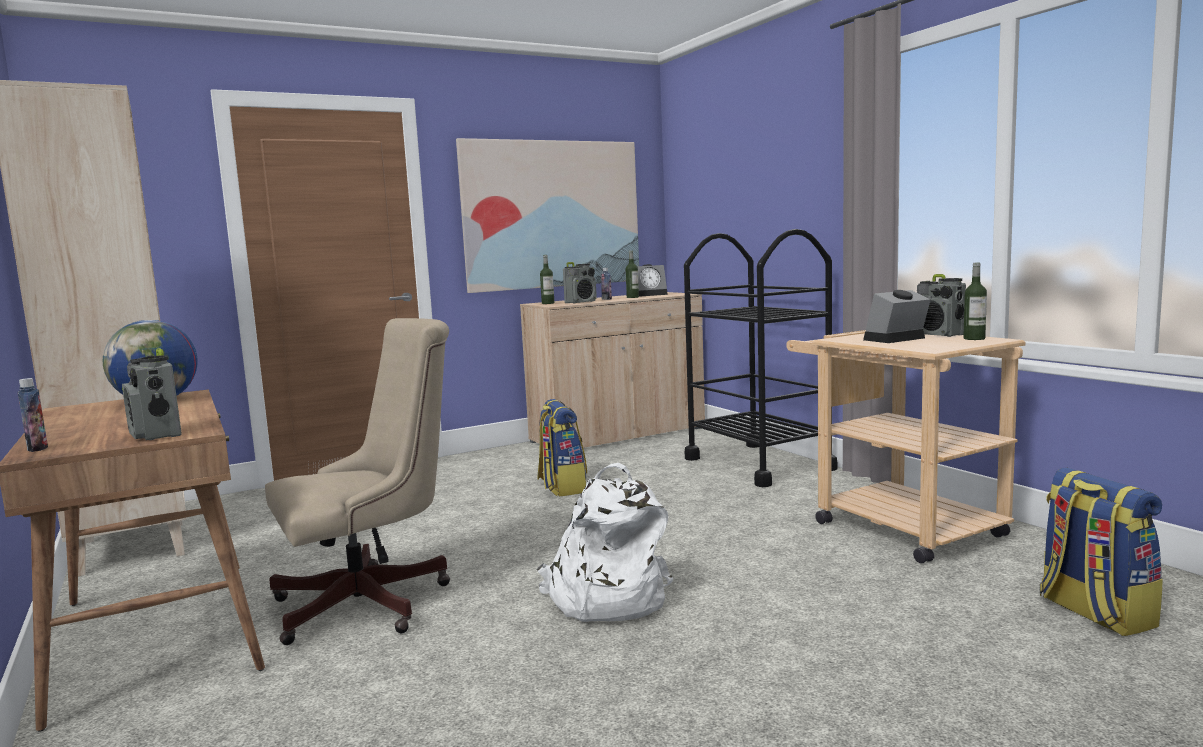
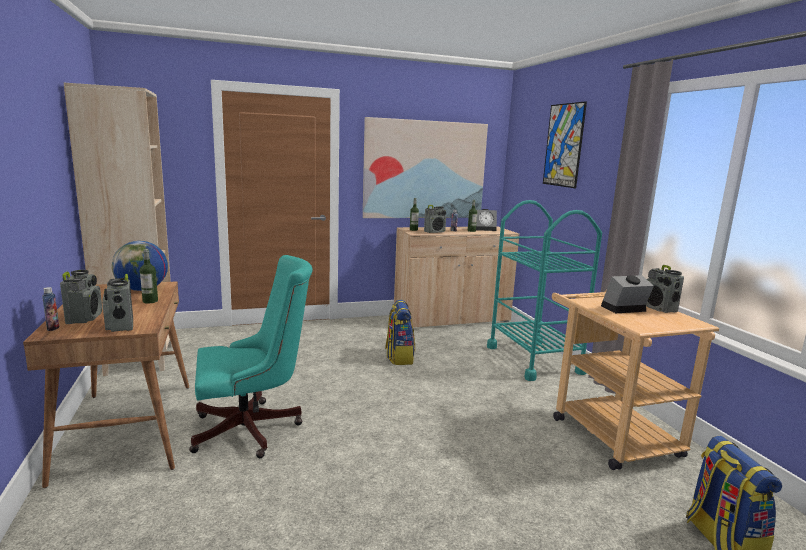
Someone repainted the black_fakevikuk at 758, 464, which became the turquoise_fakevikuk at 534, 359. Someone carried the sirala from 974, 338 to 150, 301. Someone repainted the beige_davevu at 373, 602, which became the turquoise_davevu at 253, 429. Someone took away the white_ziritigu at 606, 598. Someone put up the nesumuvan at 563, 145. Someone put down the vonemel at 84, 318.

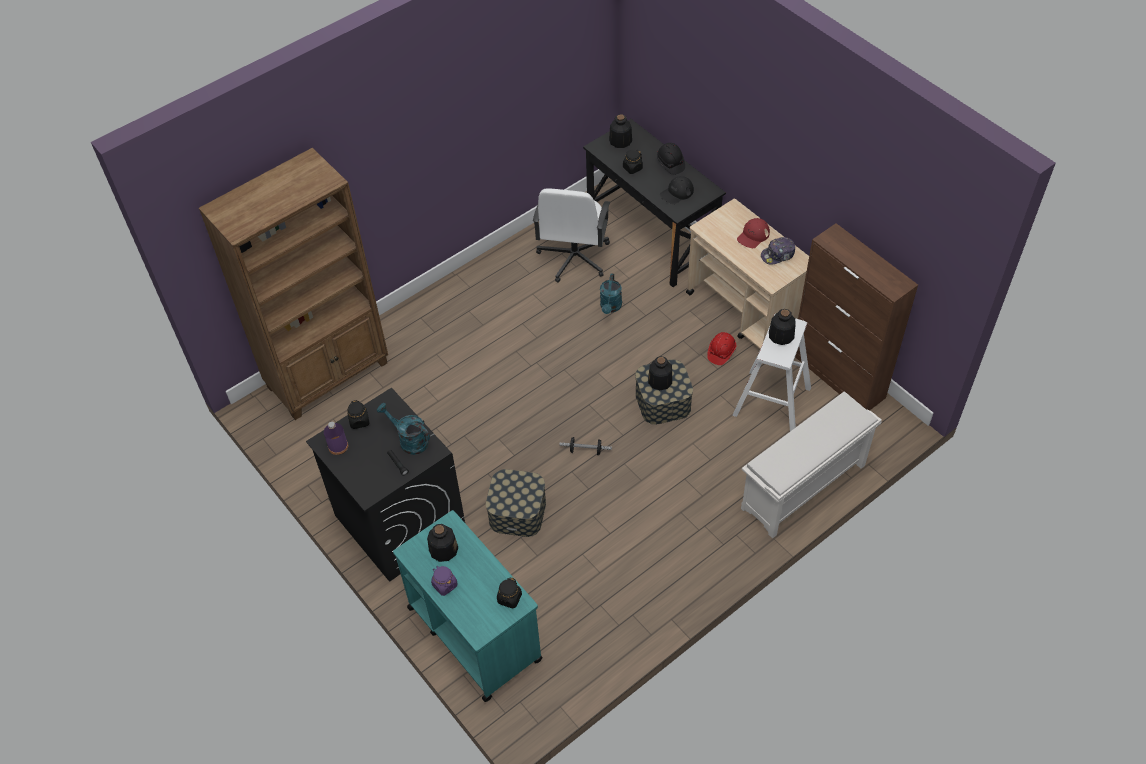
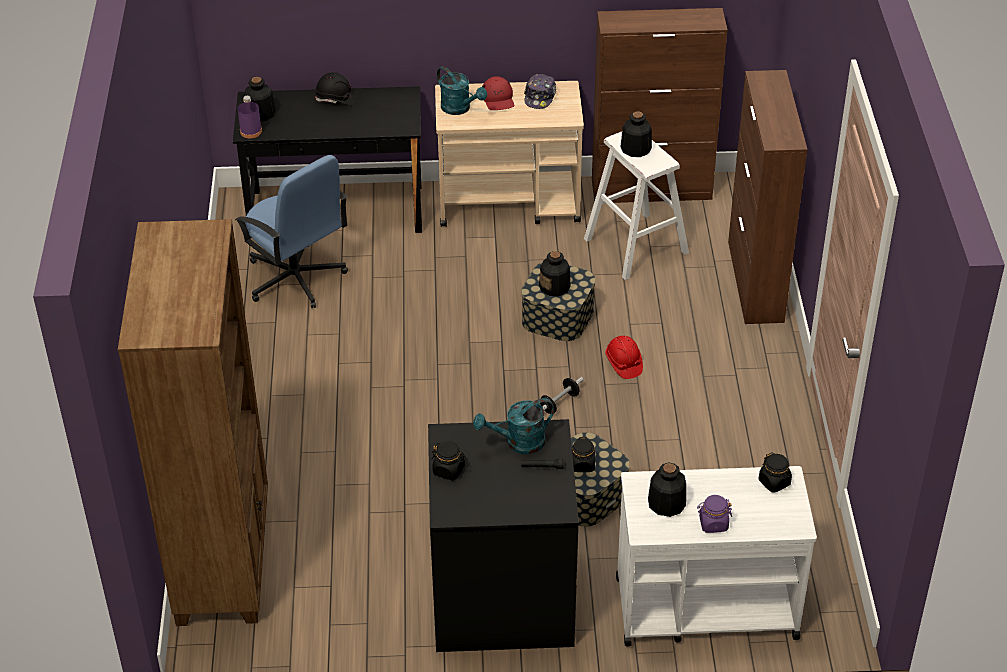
Someone carried the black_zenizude from 632, 168 to 582, 465. Someone took away the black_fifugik at 676, 193. Someone repainted the white_davevu at 573, 257, which became the blue_davevu at 295, 279. Someone carried the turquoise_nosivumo from 610, 307 to 460, 109. Someone carried the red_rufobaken from 721, 352 to 623, 364. Someone swapped the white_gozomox at 803, 488 for the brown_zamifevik at 755, 282. Someone carried the purple_sirala from 338, 446 to 251, 131. Someone repainted the turquoise_fakevikuk at 473, 632, which became the white_fakevikuk at 704, 607.

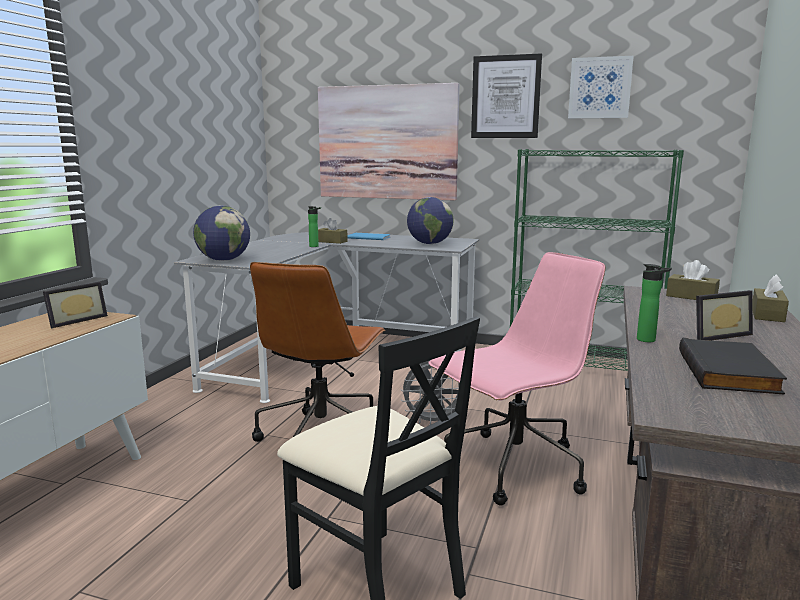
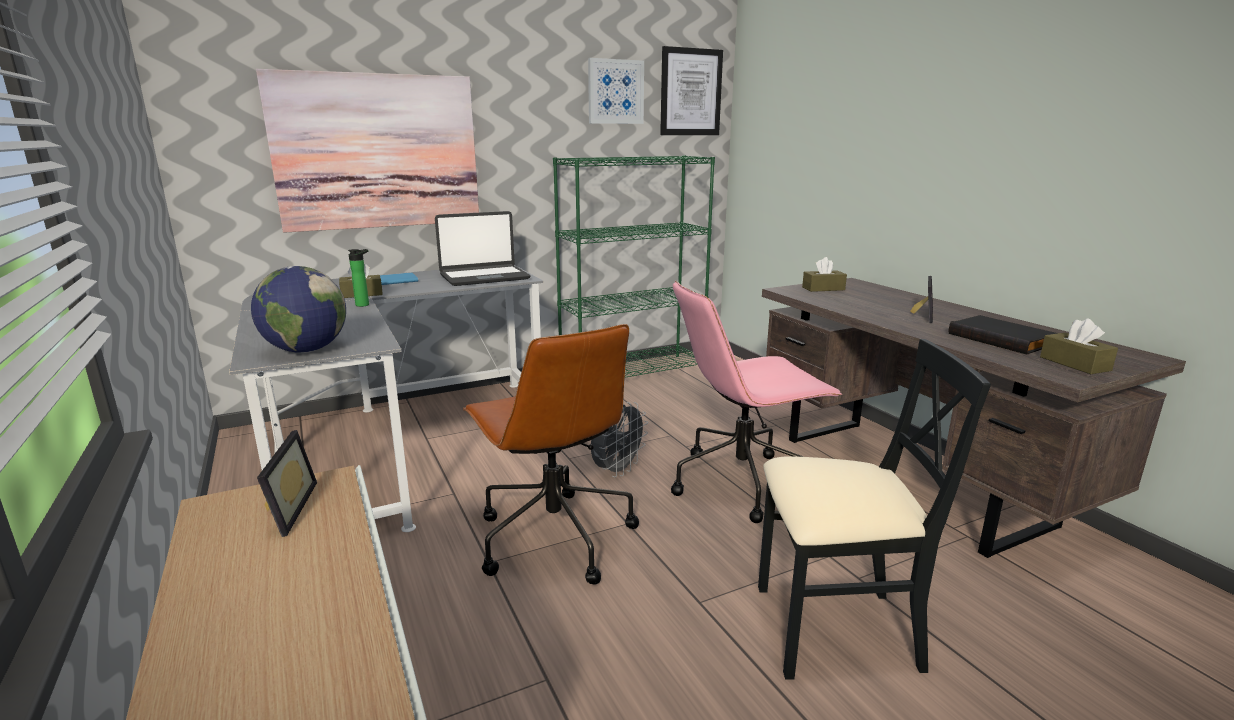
Someone carried the nesumuvan from 505, 97 to 690, 92. Someone swapped the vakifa at 429, 243 for the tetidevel at 484, 277. Someone rotated the pink_davevu at 513, 469 by 120 degrees counterclockwise. Someone took away the sirala at 649, 340. Someone carried the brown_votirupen from 767, 314 to 1074, 364.

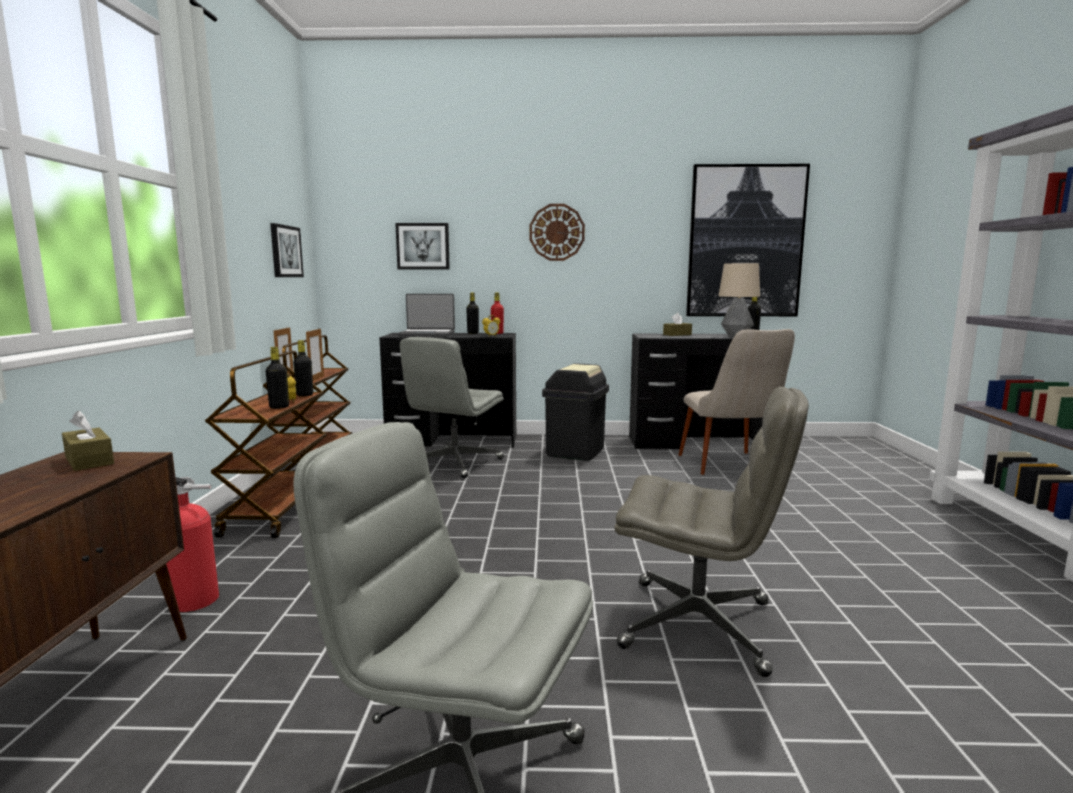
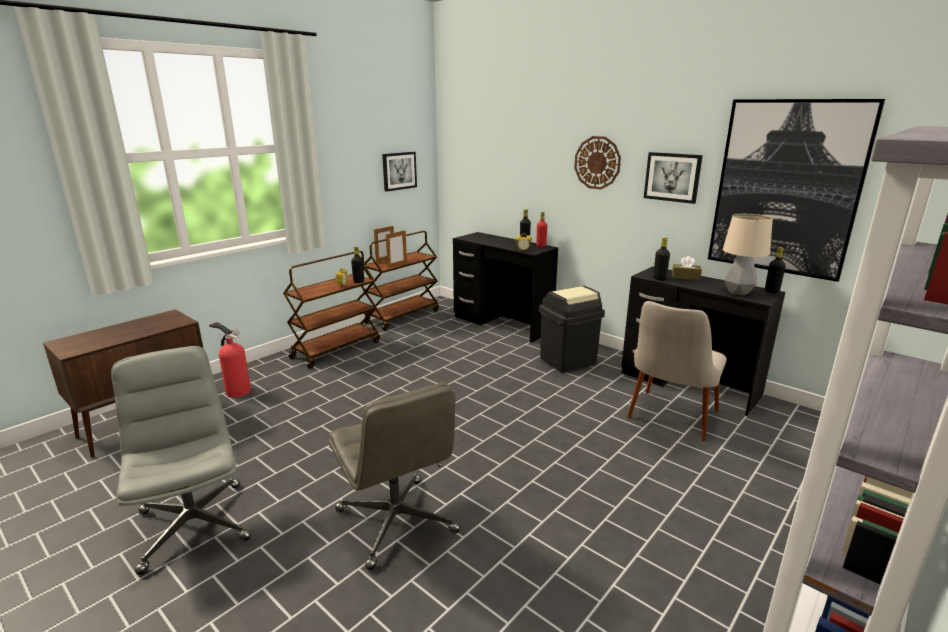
Someone carried the nesumuvan from 423, 246 to 672, 177. Someone took away the tetidevel at 427, 334. Someone took away the grey_davevu at 454, 463. Someone carried the black_sirala from 279, 407 to 659, 279. Someone took away the brown_votirupen at 89, 460.

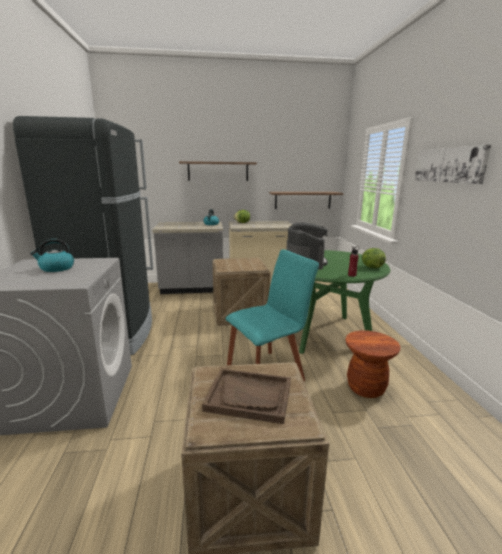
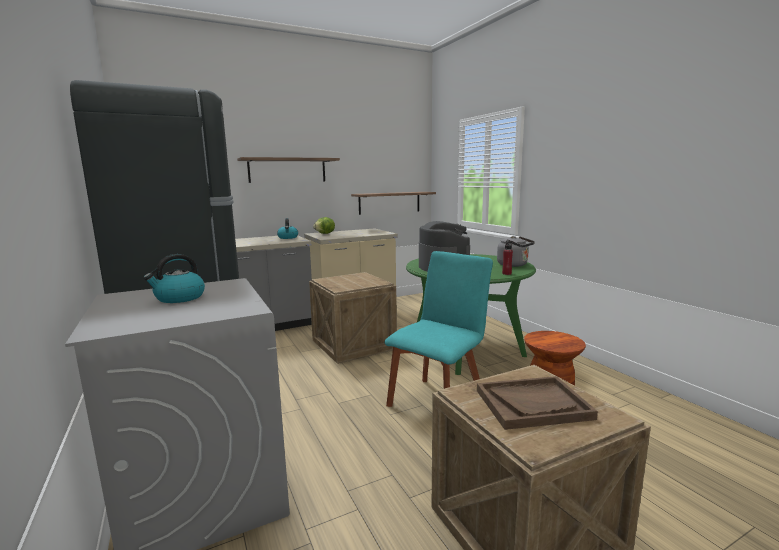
Someone took away the nesumuvan at 449, 165. Someone swapped the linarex at 371, 267 for the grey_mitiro at 514, 265.

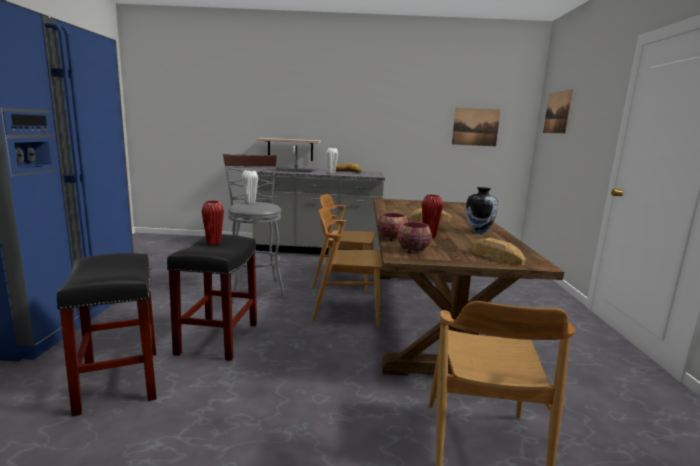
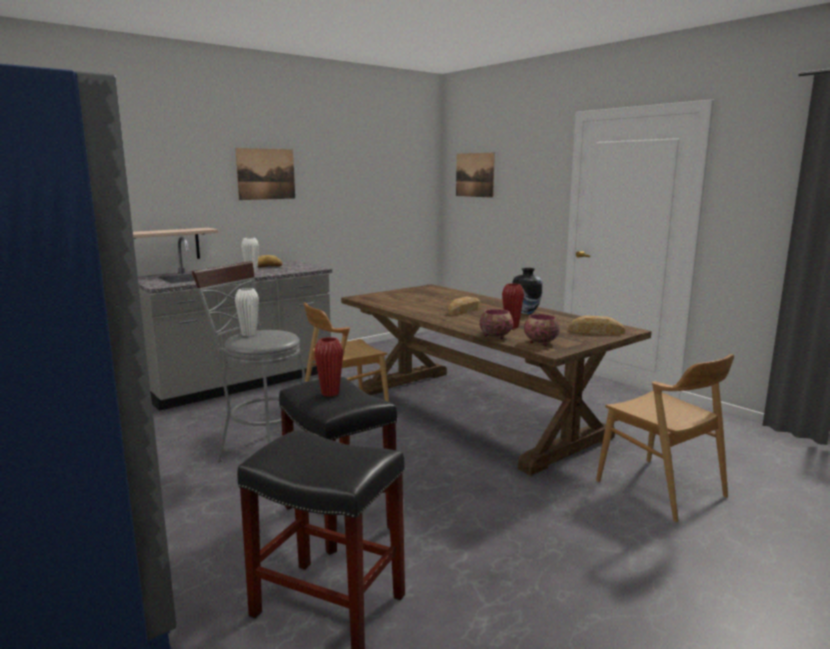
Someone carried the nesumuvan from 475, 127 to 266, 174. Someone took away the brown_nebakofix at 347, 311.

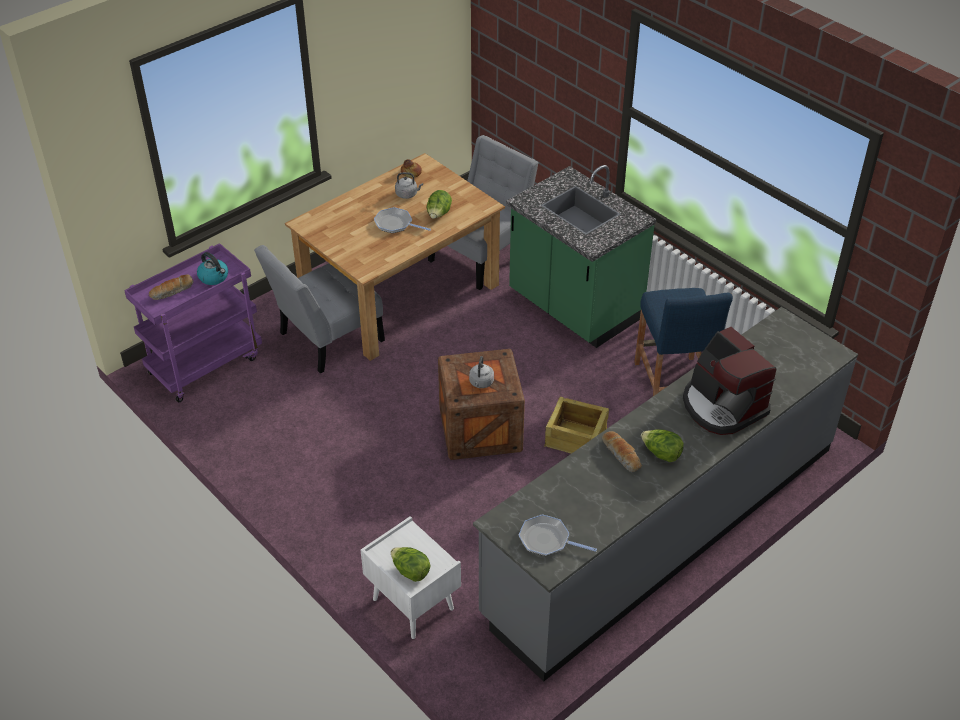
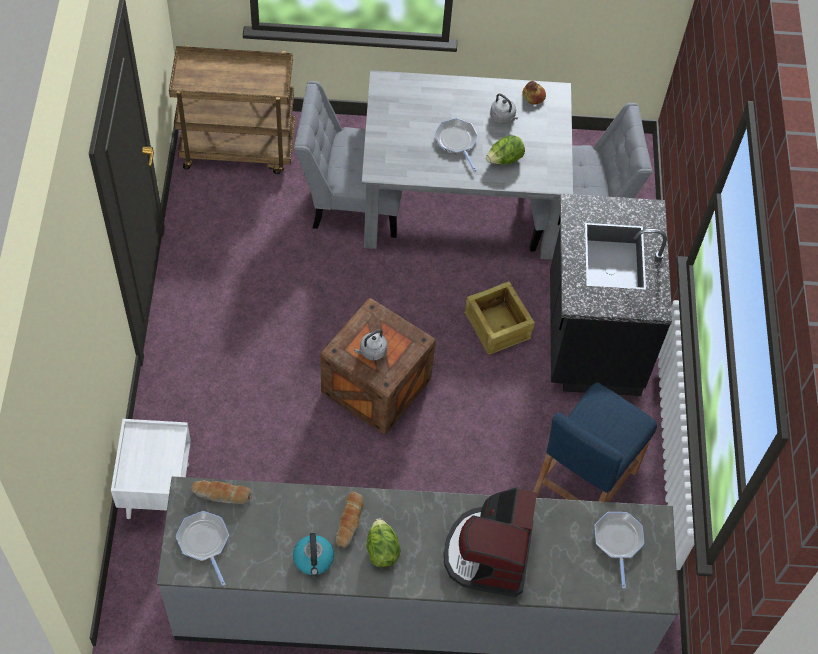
Someone repainted the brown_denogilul at 400, 295, which became the grey_denogilul at 458, 202. Someone repainted the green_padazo at 573, 308, which became the black_padazo at 590, 336. Someone repainted the purple_fakevikuk at 205, 364, which became the brown_fakevikuk at 239, 148. Someone carried the mitiro from 214, 277 to 314, 559. Someone carried the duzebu from 172, 292 to 222, 495. Someone carried the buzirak from 576, 438 to 497, 326. Someone took away the linarex at 410, 571. Someone put down the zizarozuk at 618, 541.

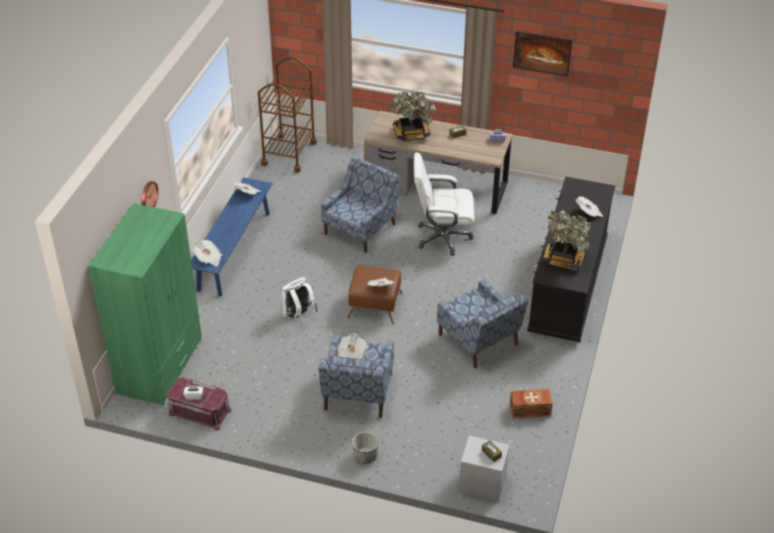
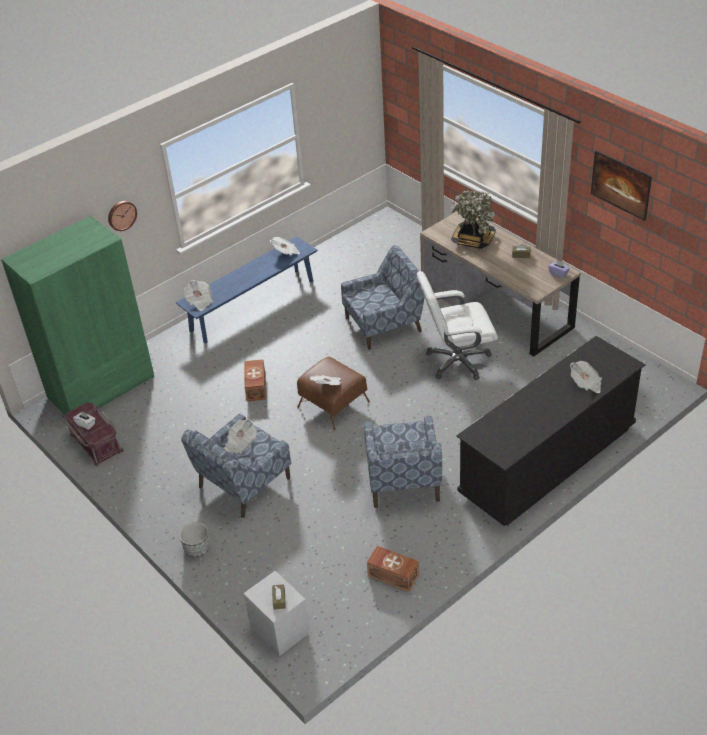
Someone took away the brown_fakevikuk at 289, 153. Someone rotated the white_davevu at 442, 237 by 45 degrees counterclockwise. Someone took away the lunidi at 563, 260. Someone swapped the white_ziritigu at 298, 315 for the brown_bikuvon at 255, 387.

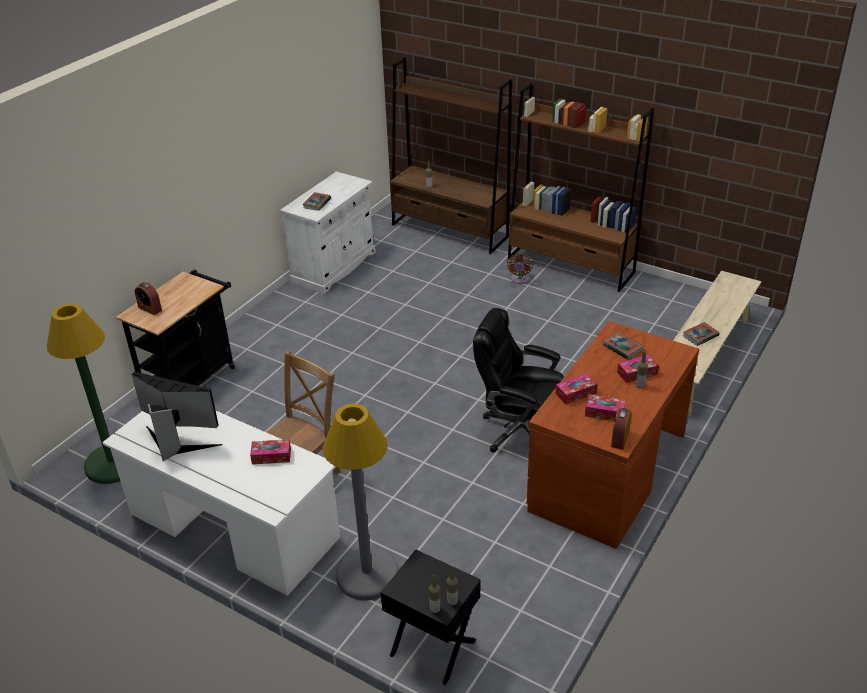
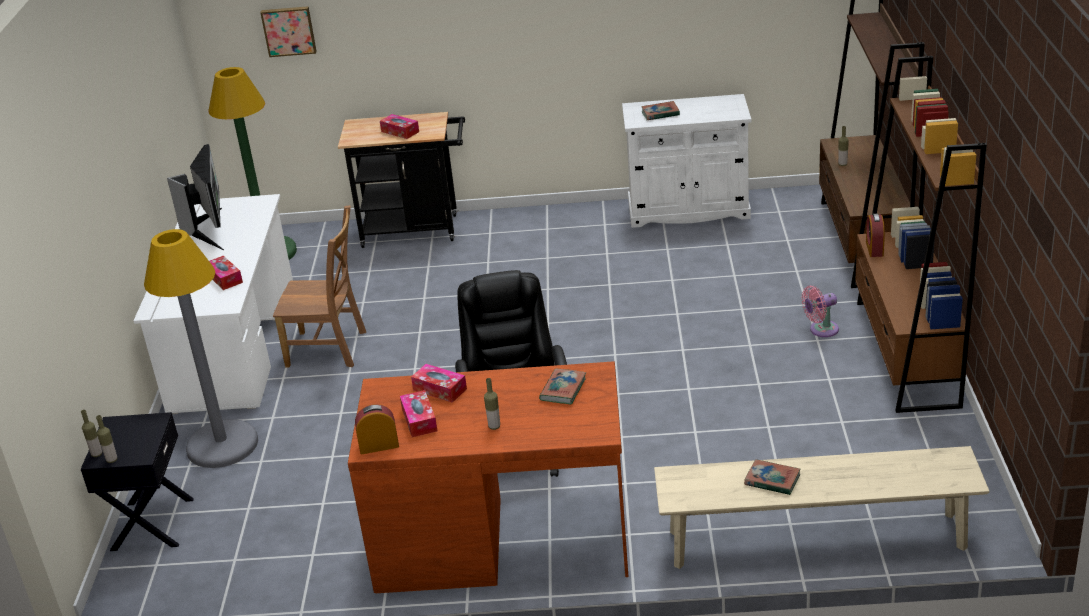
Someone repainted the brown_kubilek at 519, 280, which became the pink_kubilek at 821, 330. Someone carried the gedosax from 150, 309 to 874, 249. Someone carried the votirupen from 637, 373 to 400, 131. Someone put up the nesumuvan at 289, 30.

